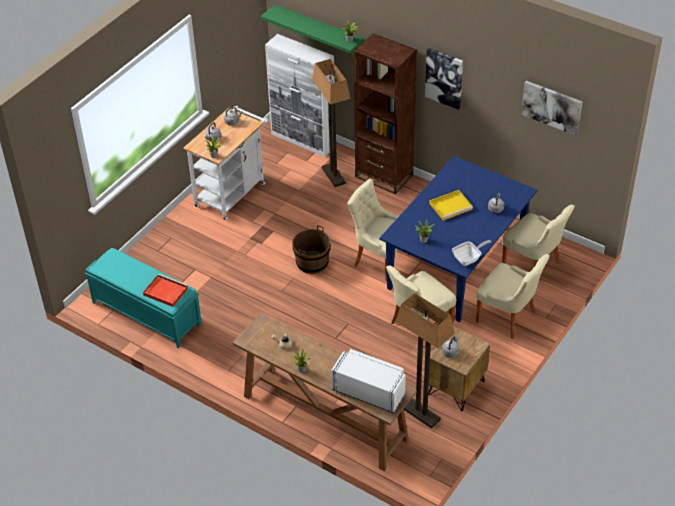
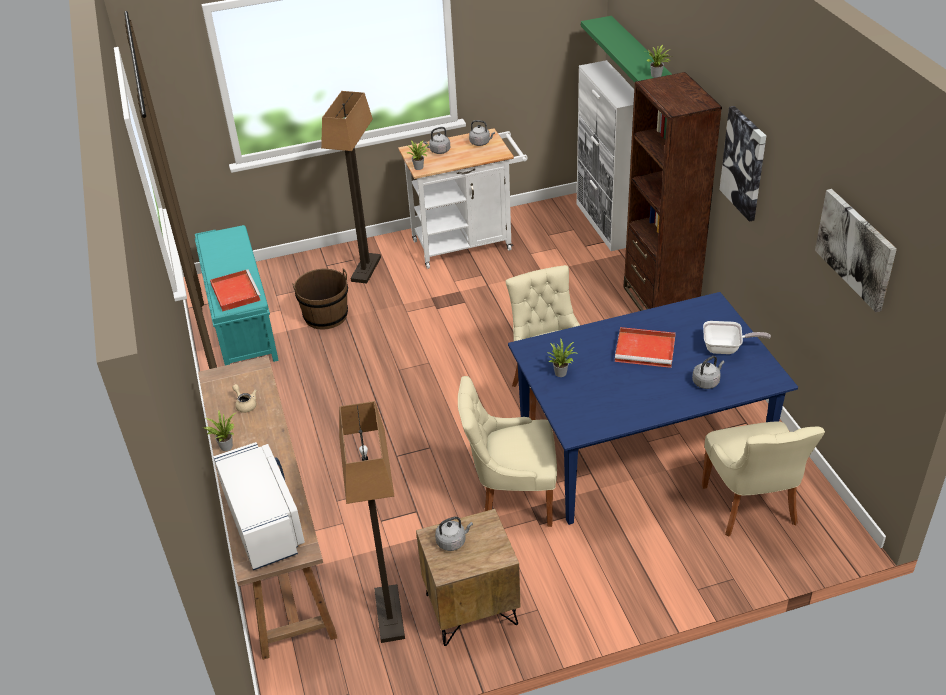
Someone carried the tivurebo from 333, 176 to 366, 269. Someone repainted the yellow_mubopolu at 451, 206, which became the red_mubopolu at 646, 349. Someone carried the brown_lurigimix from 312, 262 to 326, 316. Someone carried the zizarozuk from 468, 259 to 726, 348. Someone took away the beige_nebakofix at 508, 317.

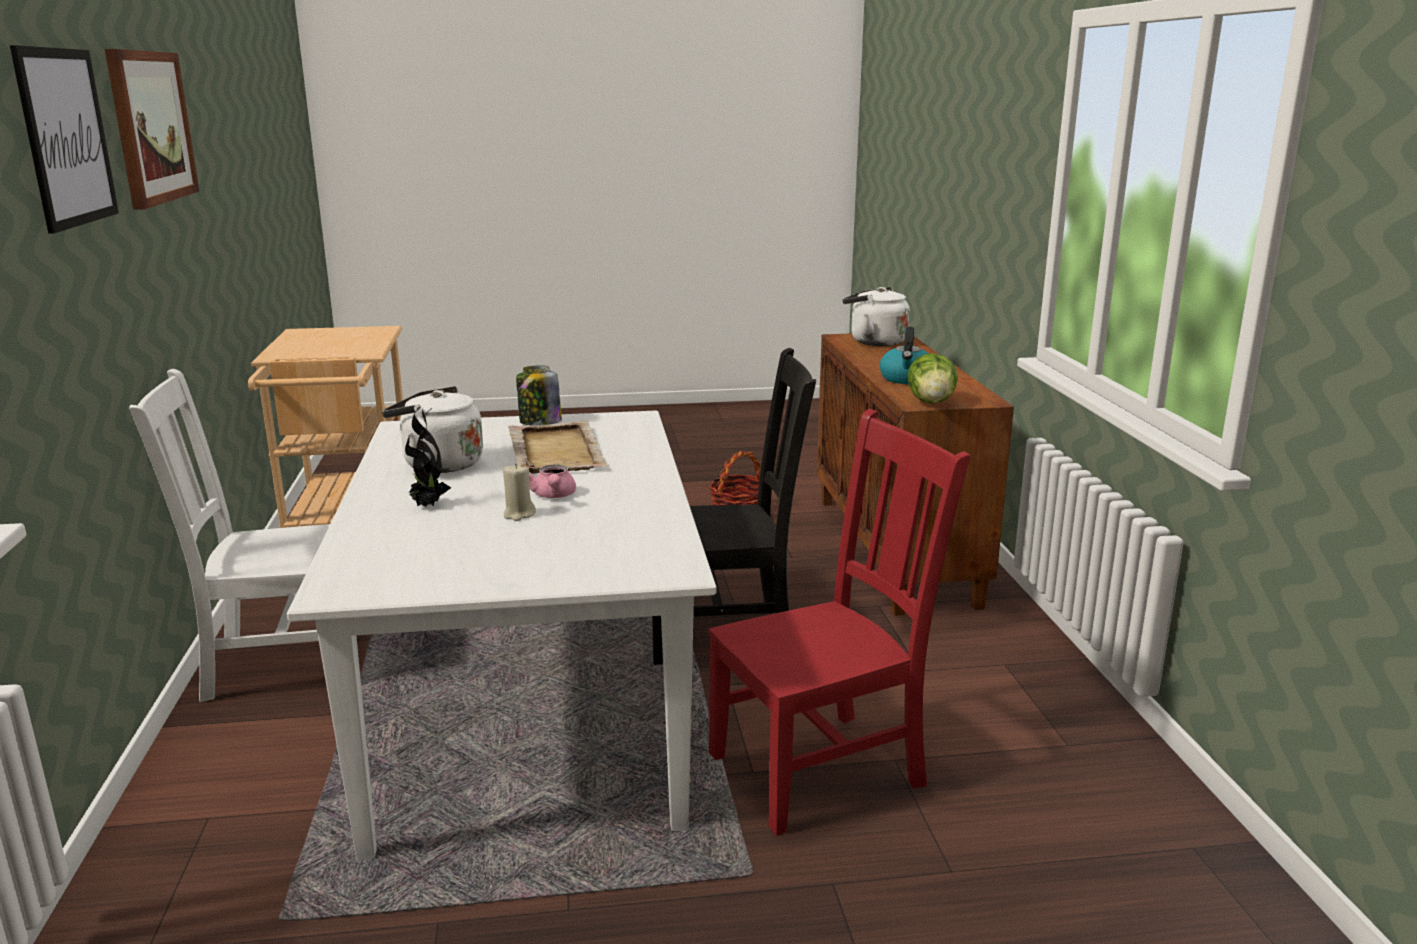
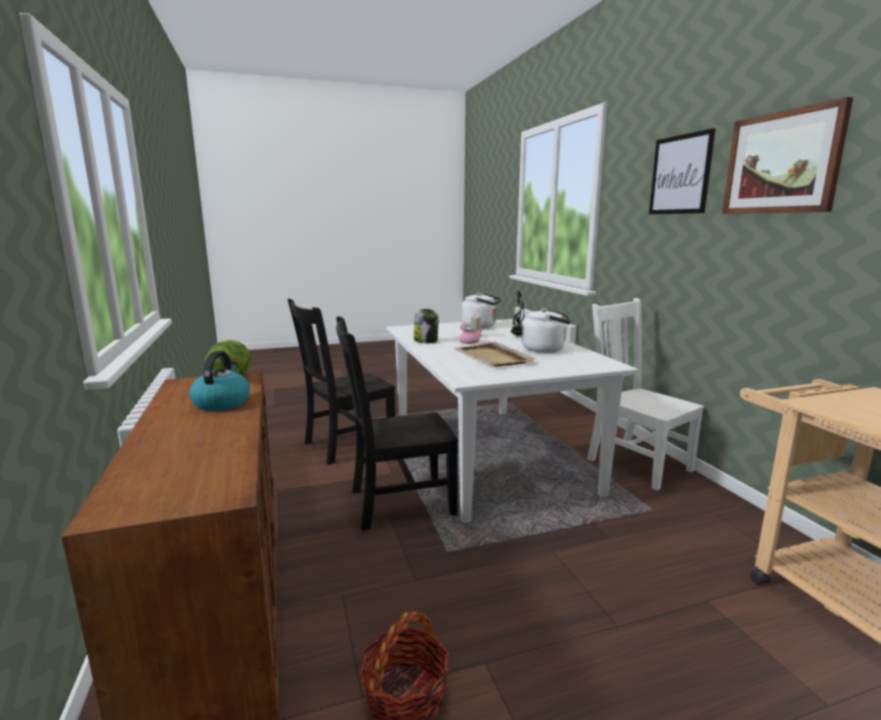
Someone carried the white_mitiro from 874, 342 to 481, 326. Someone carried the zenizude from 539, 422 to 426, 341. Someone rotated the white_nebakofix at 282, 663 by 105 degrees counterclockwise. Someone repainted the red_nebakofix at 823, 768, which became the black_nebakofix at 346, 445.

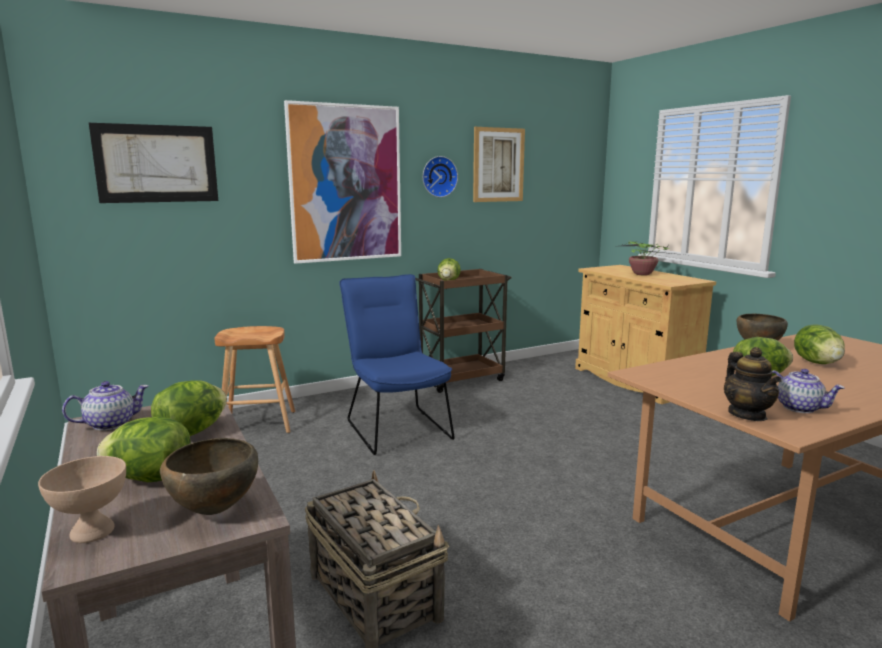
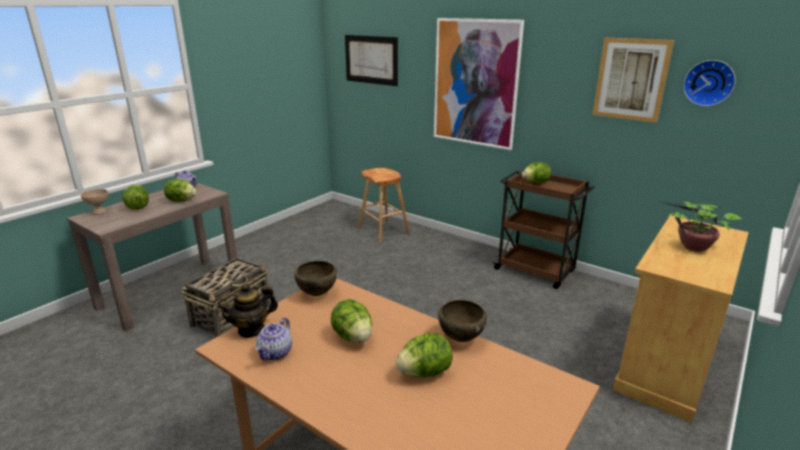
Someone carried the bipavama from 438, 176 to 709, 83. Someone took away the blue_nebakofix at 396, 427. Someone carried the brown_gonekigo from 214, 511 to 316, 294.

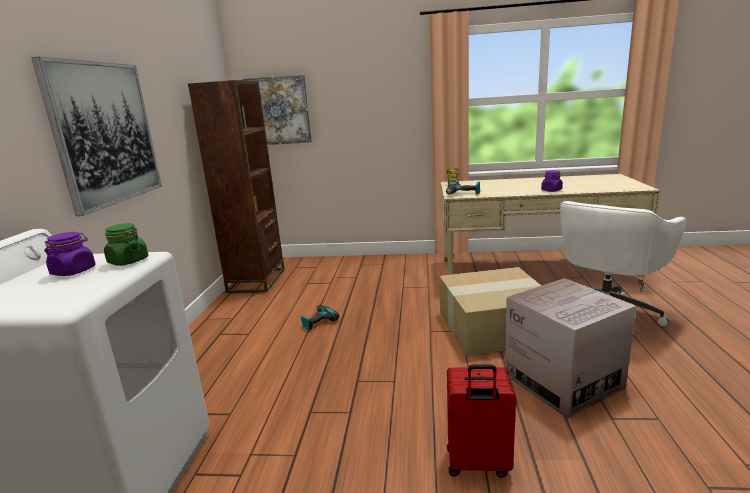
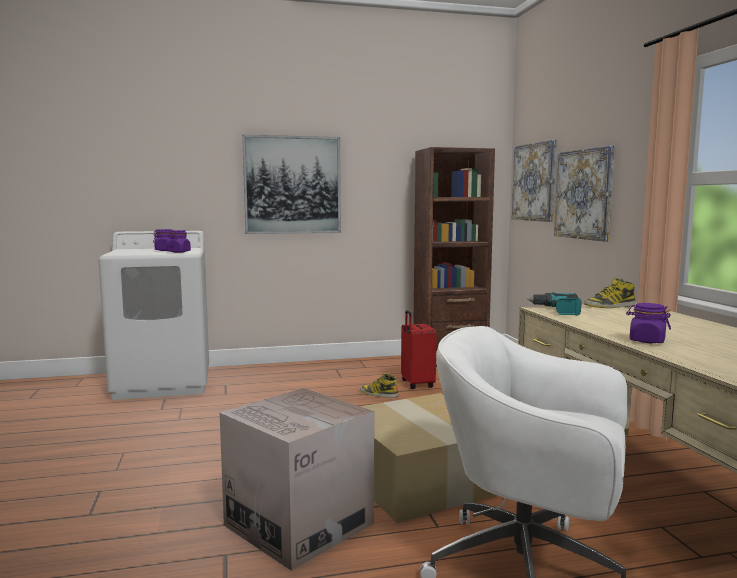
Someone repainted the green_zenizude at 128, 261, which became the purple_zenizude at 179, 252. Someone swapped the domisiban at 317, 321 for the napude at 378, 394. Someone carried the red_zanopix from 477, 464 to 416, 384. Someone put up the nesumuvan at 584, 194.

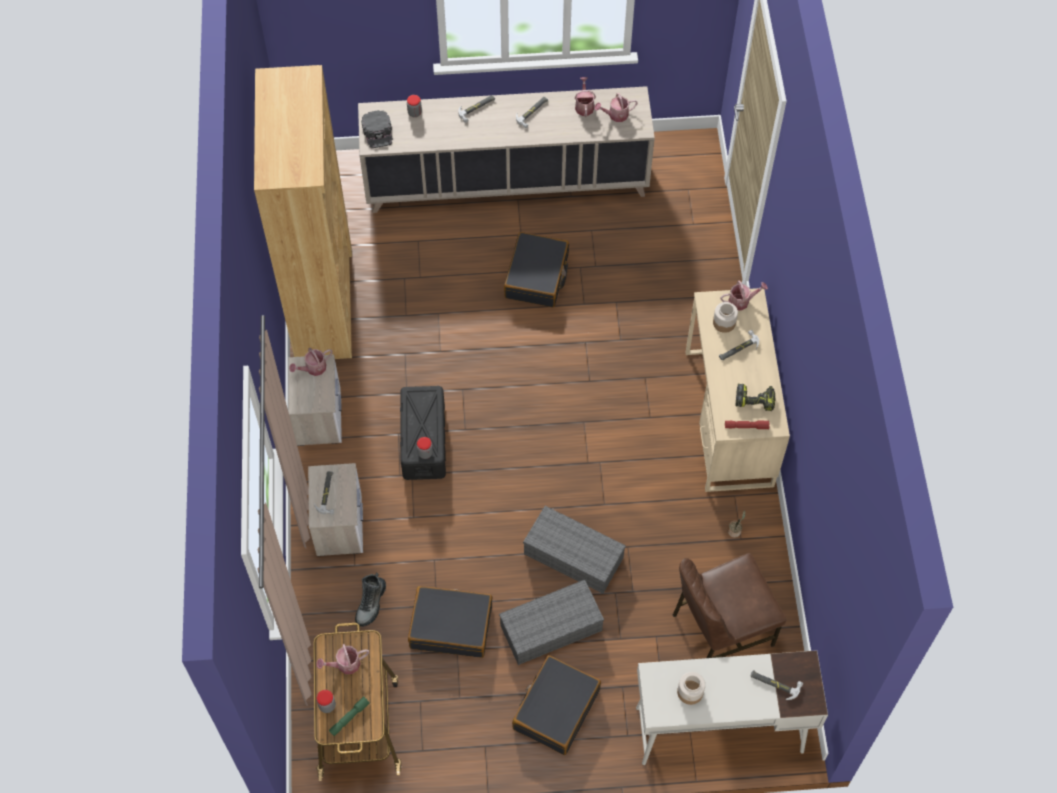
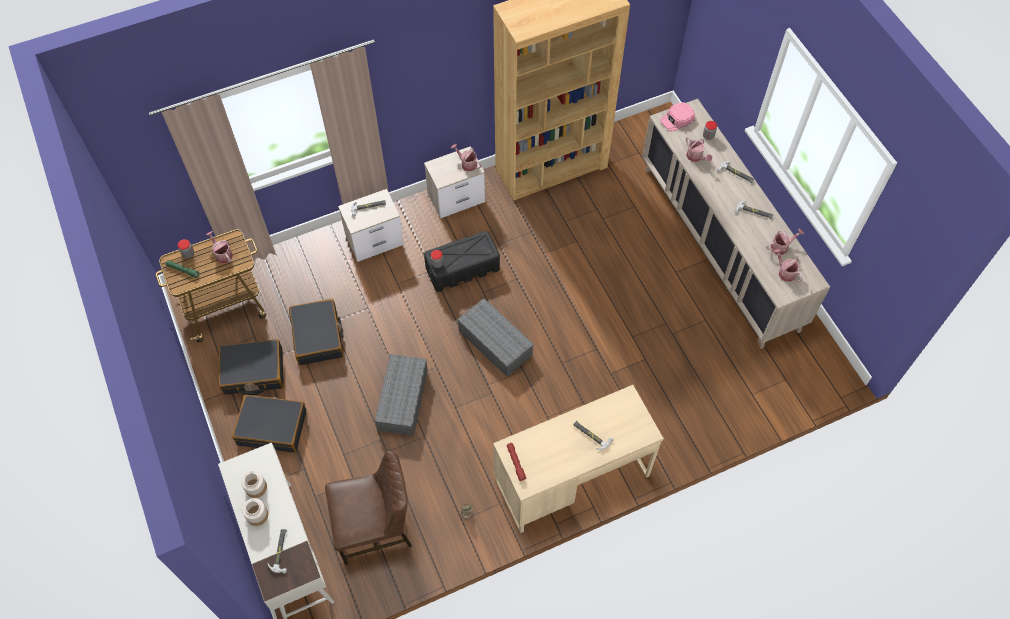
Someone repainted the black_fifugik at 378, 132, which became the pink_fifugik at 677, 119. Someone carried the black_zanopix from 537, 276 to 253, 372. Someone carried the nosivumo from 741, 301 to 696, 157. Someone carried the zenizude from 724, 322 to 257, 515. Someone took away the domisiban at 755, 399. Someone rotated the brown_nebakofix at 720, 629 by 120 degrees clockwise. Someone took away the napude at 371, 604. Someone carried the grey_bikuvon from 550, 629 to 494, 342.

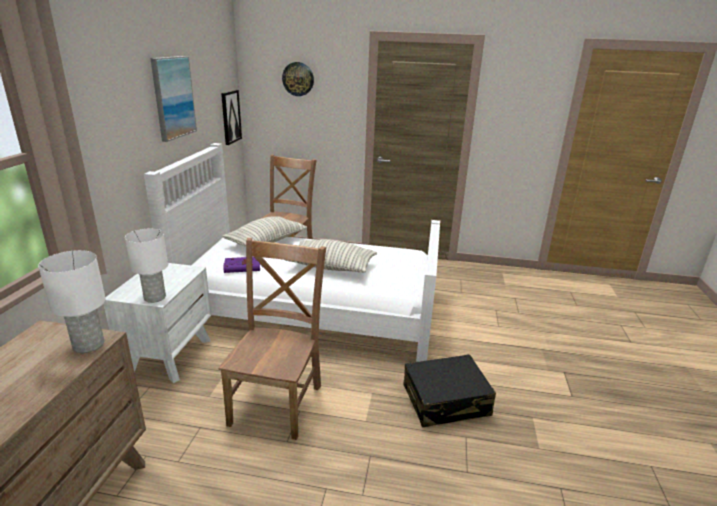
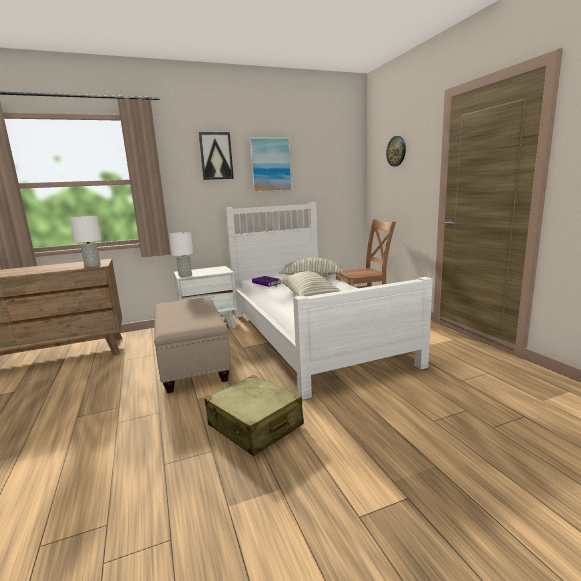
Someone carried the nesumuvan from 230, 117 to 216, 156. Someone swapped the brown_nebakofix at 278, 402 for the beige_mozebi at 193, 364. Someone repainted the black_zanopix at 446, 401, which became the beige_zanopix at 255, 425.

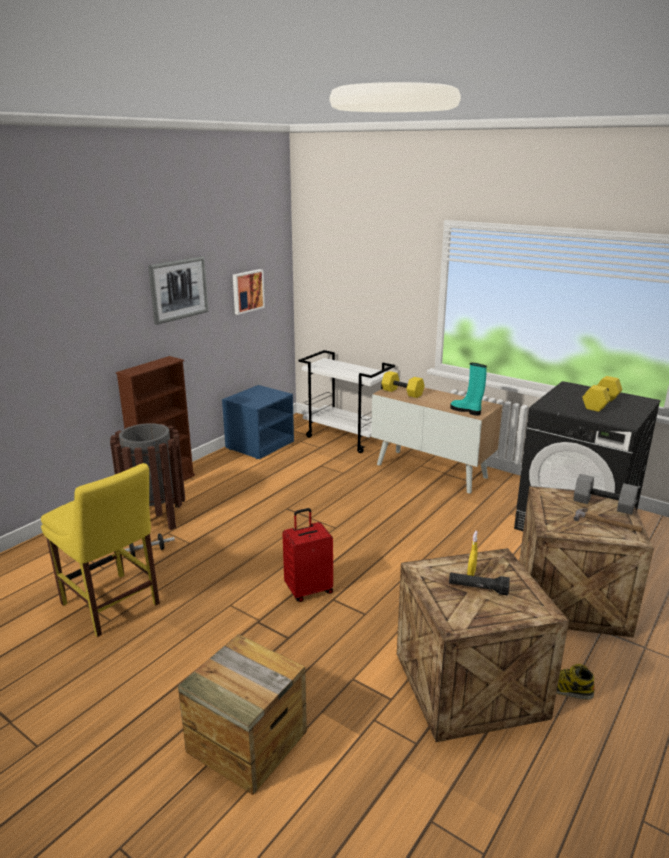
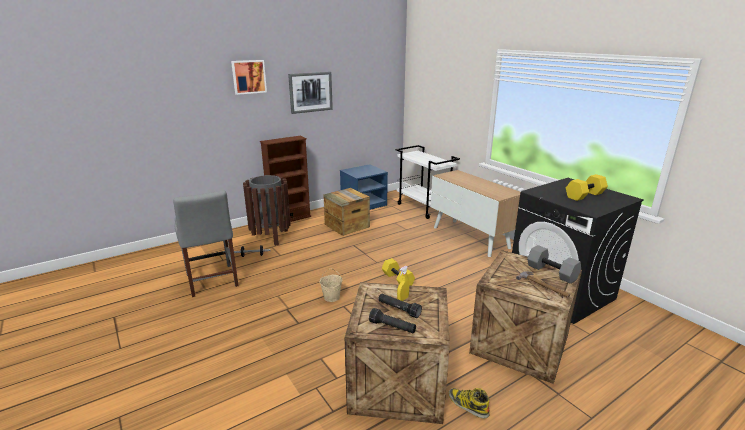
Someone carried the nesumuvan from 247, 291 to 248, 76. Someone took away the turquoise_napude at 466, 411. Someone carried the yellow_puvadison from 403, 392 to 398, 279. Someone repainted the yellow_nebakofix at 112, 606, which became the grey_nebakofix at 212, 282. Someone swapped the red_zanopix at 308, 590 for the beige_lurigimix at 332, 297. Someone carried the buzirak from 247, 741 to 347, 225. Someone put down the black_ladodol at 392, 327.

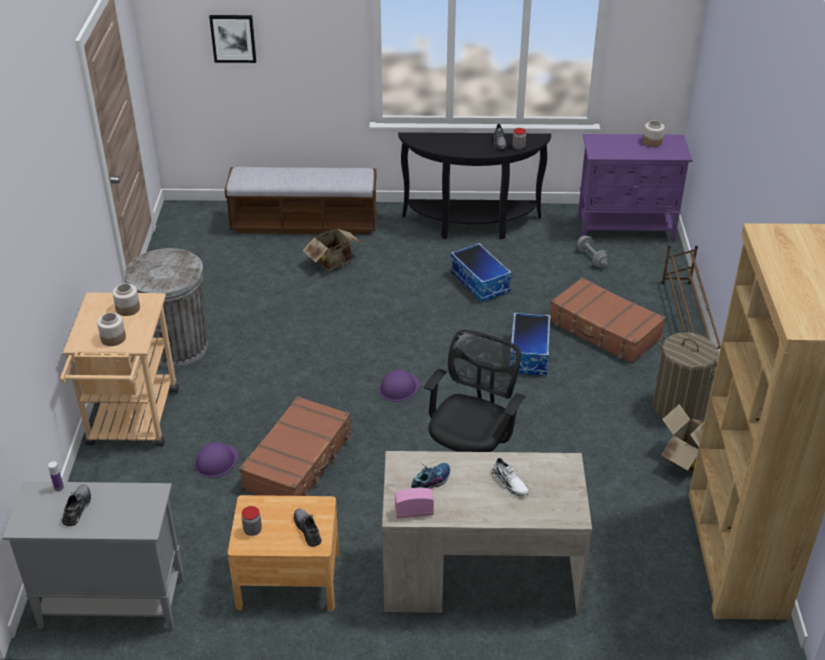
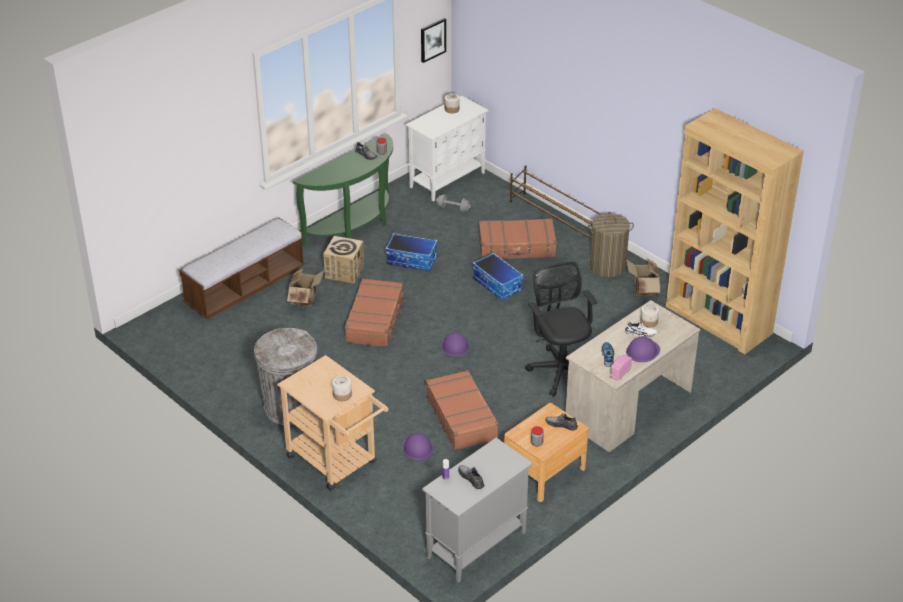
Someone carried the nesumuvan from 233, 38 to 432, 39. Someone repainted the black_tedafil at 472, 226, which became the green_tedafil at 355, 228. Someone repainted the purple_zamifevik at 626, 229, which became the white_zamifevik at 447, 179. Someone carried the zenizude from 128, 309 to 649, 322. Someone put down the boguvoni at 344, 271. Someone put down the brown_zanopix at 375, 320. Someone put down the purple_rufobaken at 642, 351.

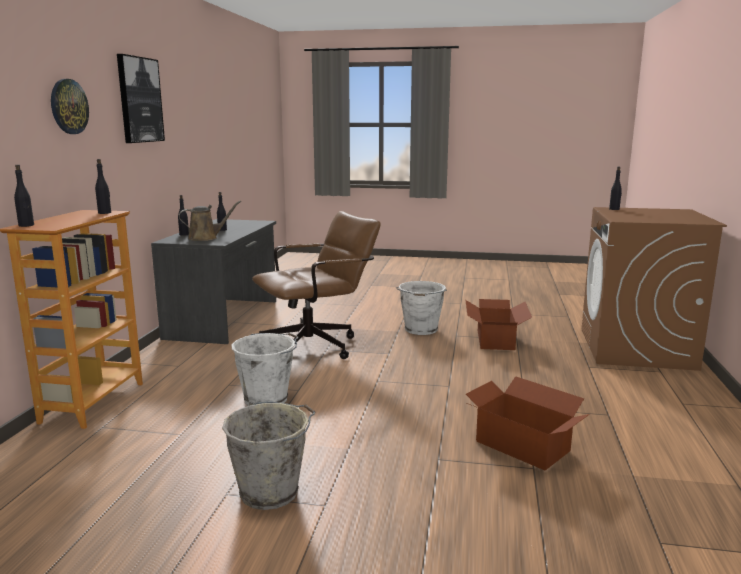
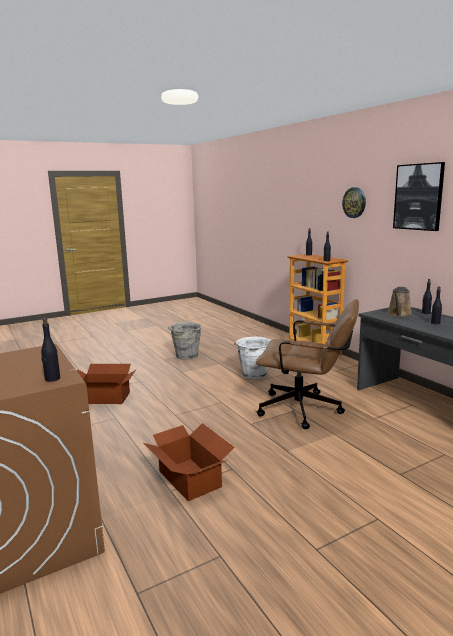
Someone rotated the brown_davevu at 318, 346 by 90 degrees counterclockwise. Someone took away the white_lurigimix at 421, 330.

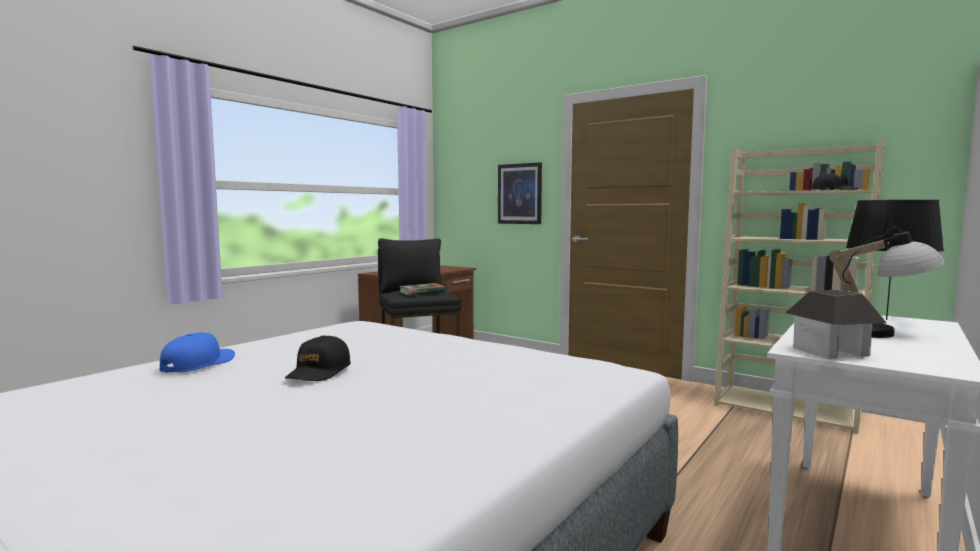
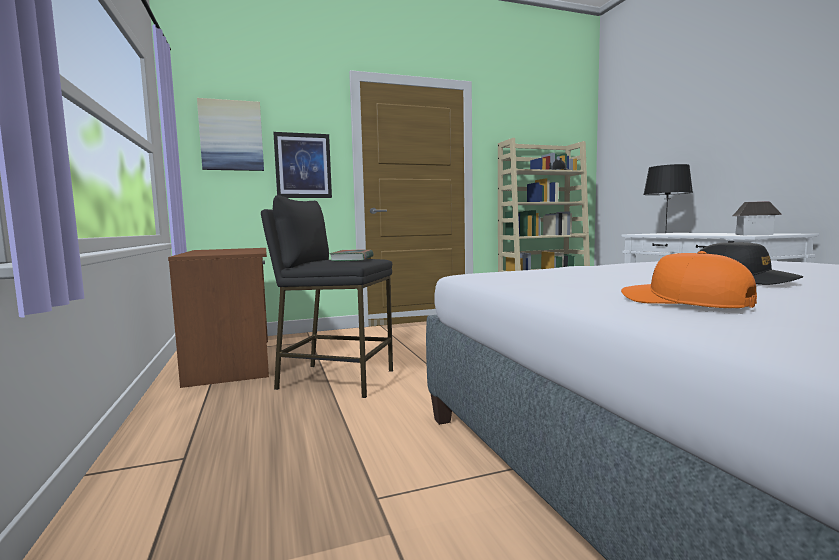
Someone took away the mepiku at 879, 332. Someone repainted the blue_fifugik at 198, 364, which became the orange_fifugik at 683, 302. Someone put up the nesumuvan at 231, 136.

